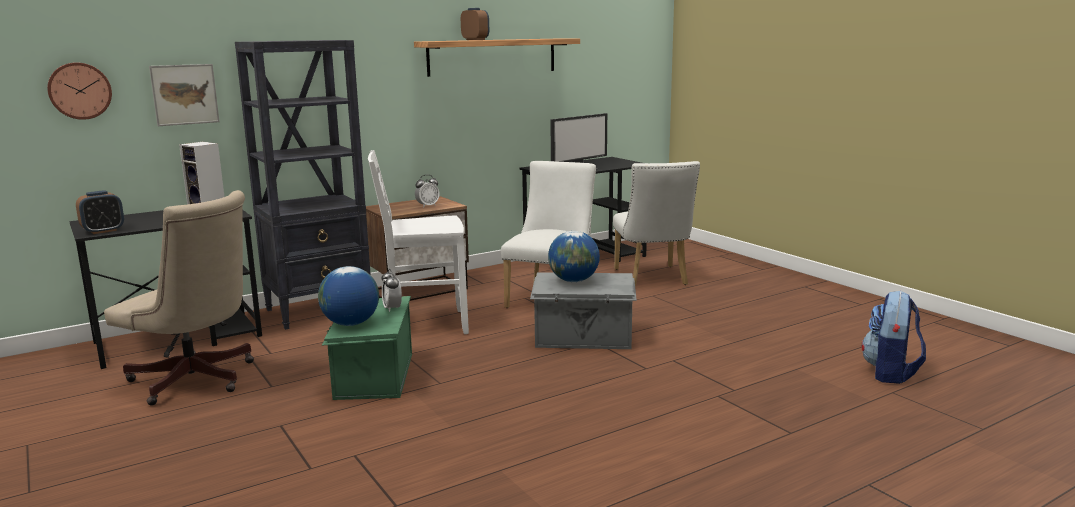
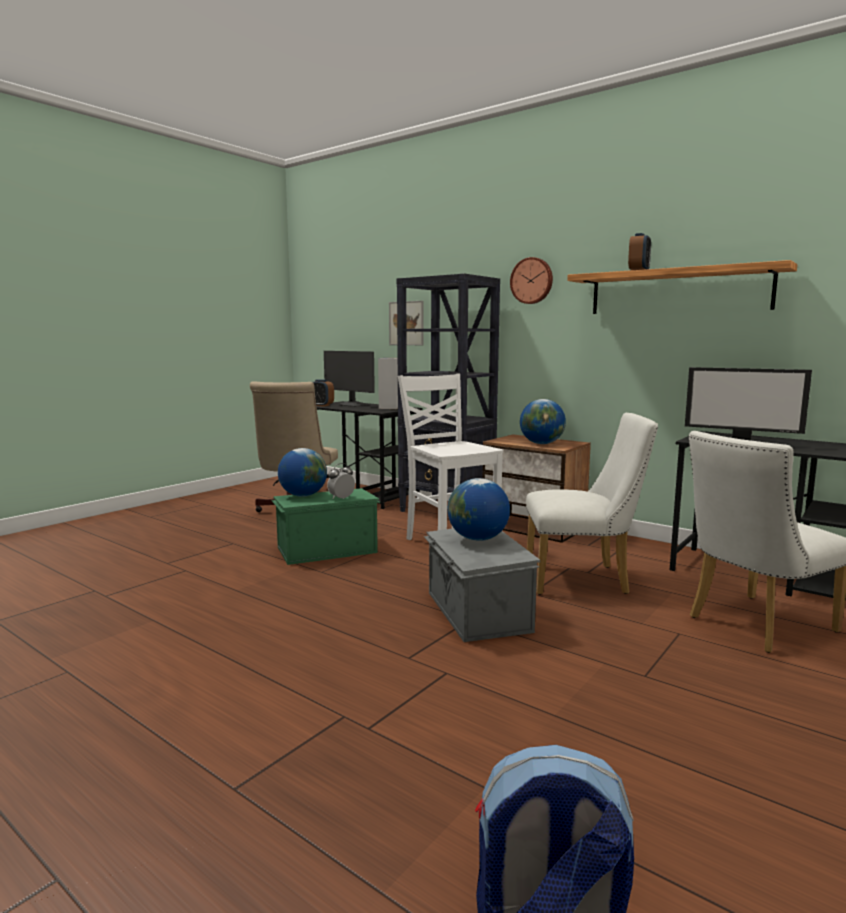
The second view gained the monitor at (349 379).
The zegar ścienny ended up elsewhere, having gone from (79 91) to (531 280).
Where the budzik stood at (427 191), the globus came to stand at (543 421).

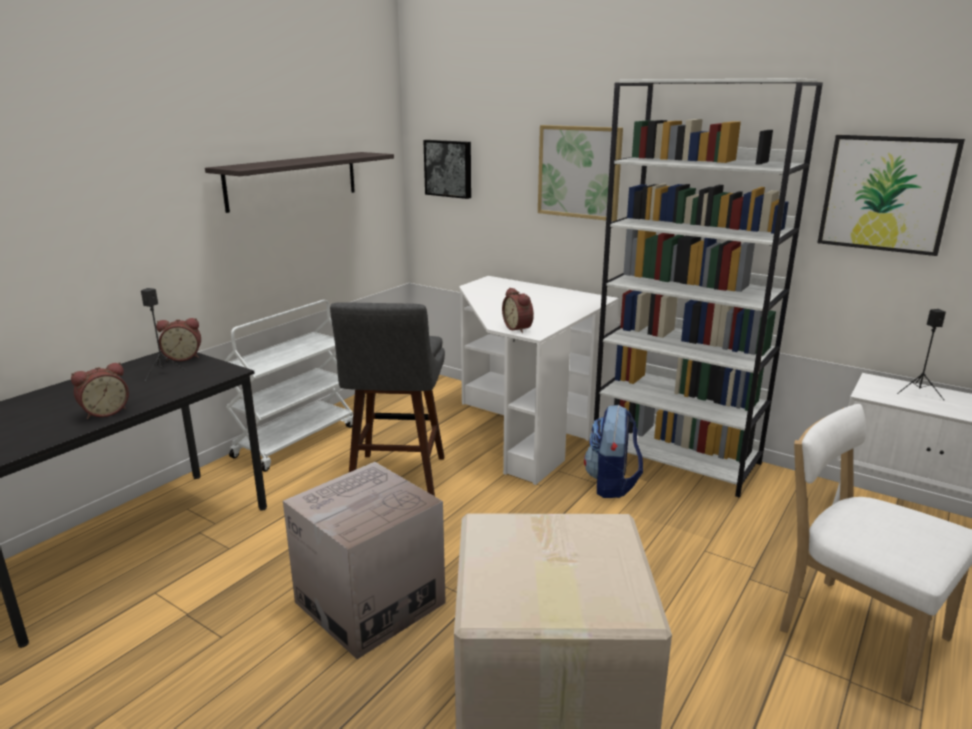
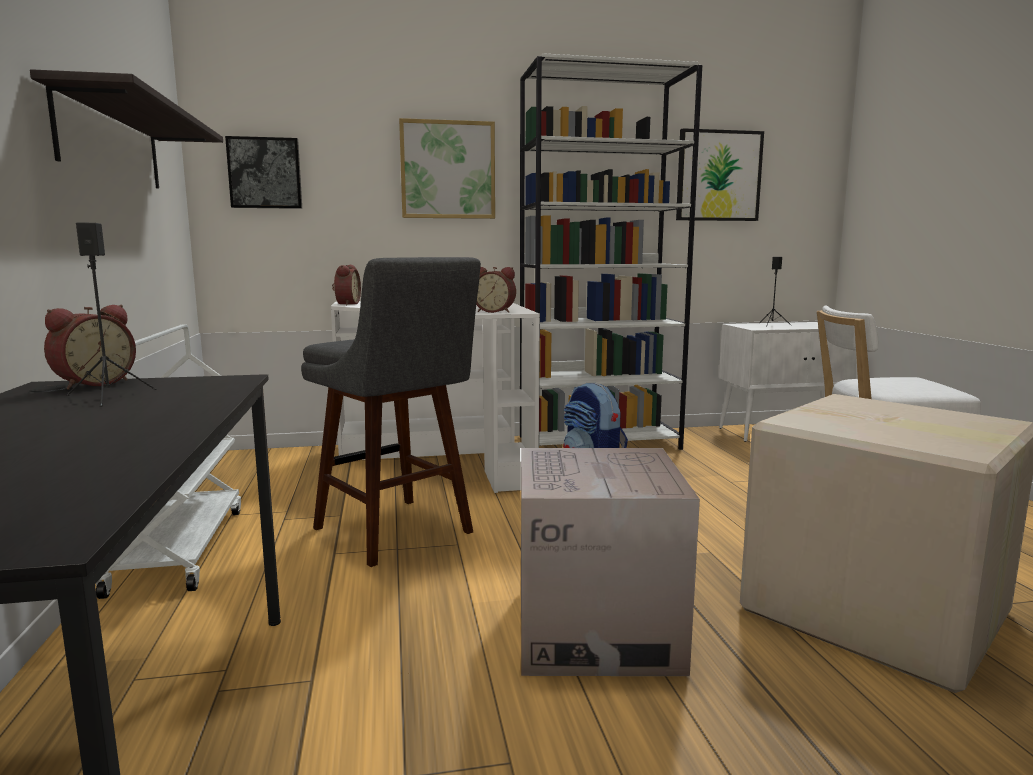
The budzik ended up elsewhere, having gone from (100 390) to (346 285).

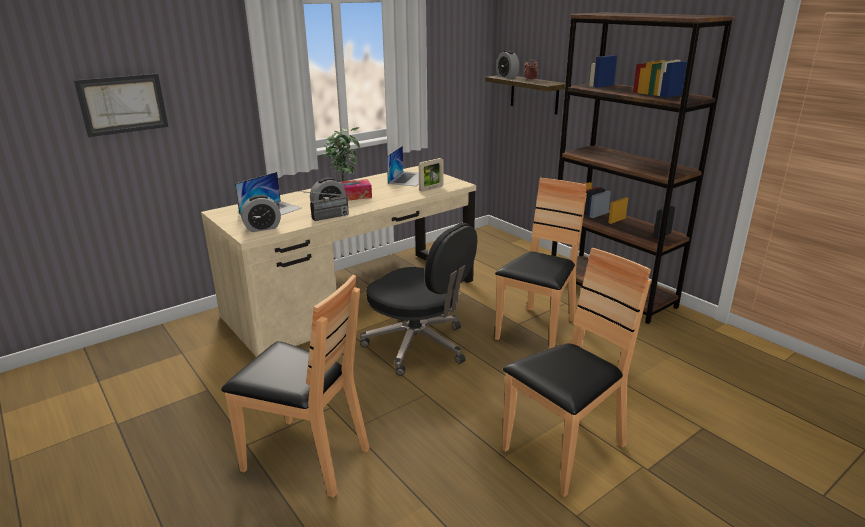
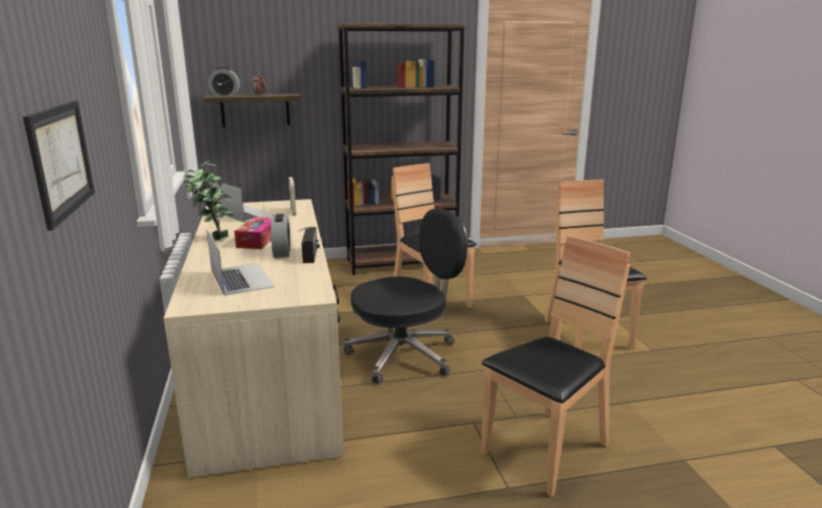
The second view lost the budzik at (261 213).

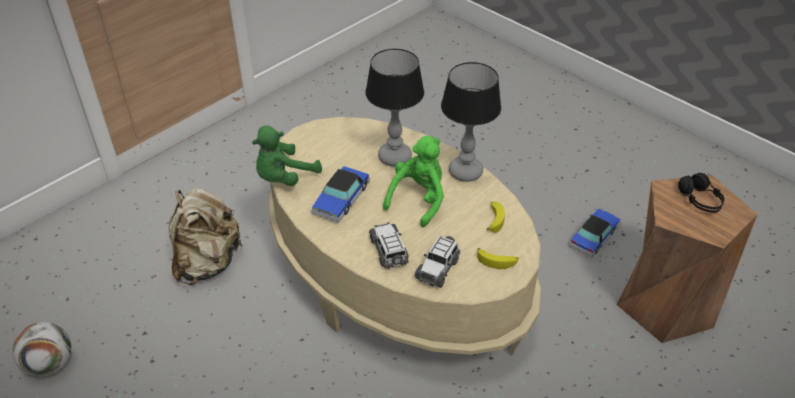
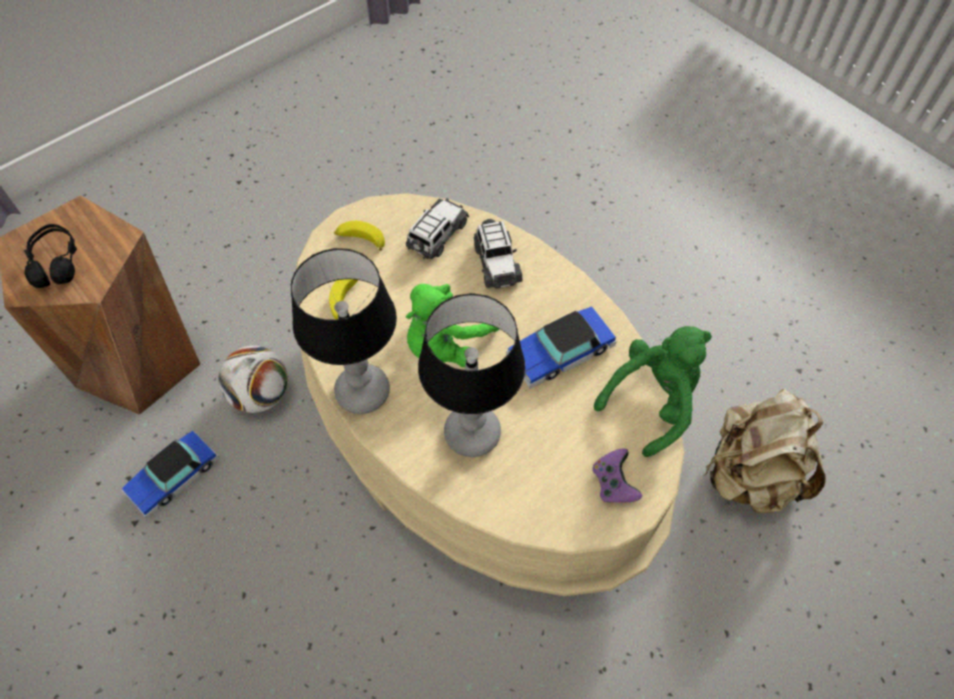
The piłka futbolowa ended up elsewhere, having gone from (41 349) to (253 379).
The samochodzik at (340 194) ended up facing another way, 150 degrees counterclockwise from before.
The second view gained the pad do gier [fioletowy] at (617 475).

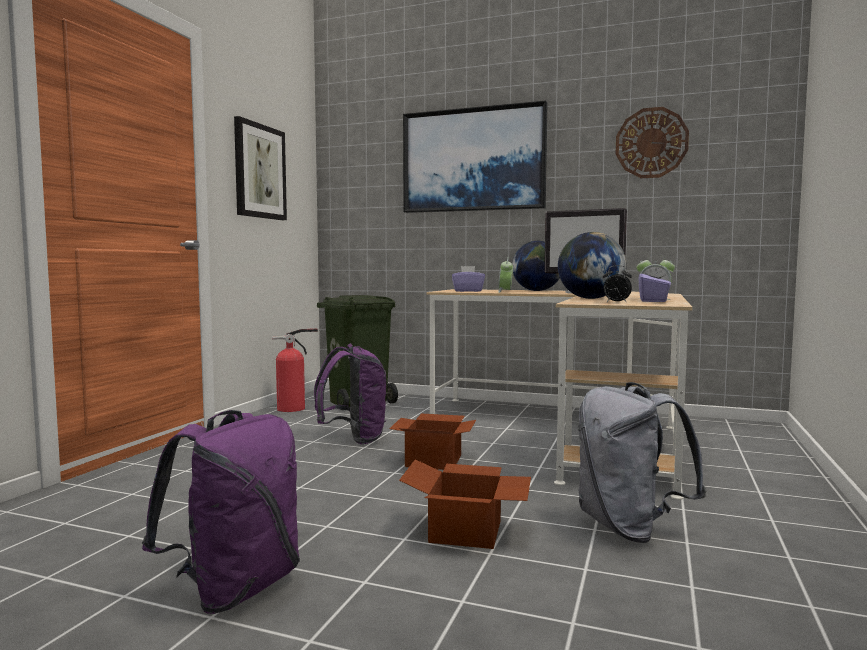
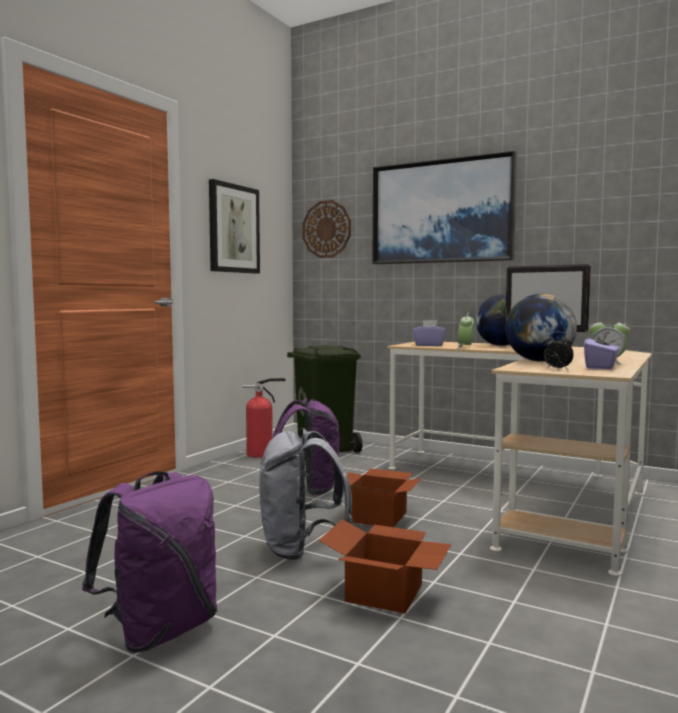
The plecak [szary] ended up elsewhere, having gone from (642 462) to (306 494).
The zegar ścienny ended up elsewhere, having gone from (652 142) to (326 229).

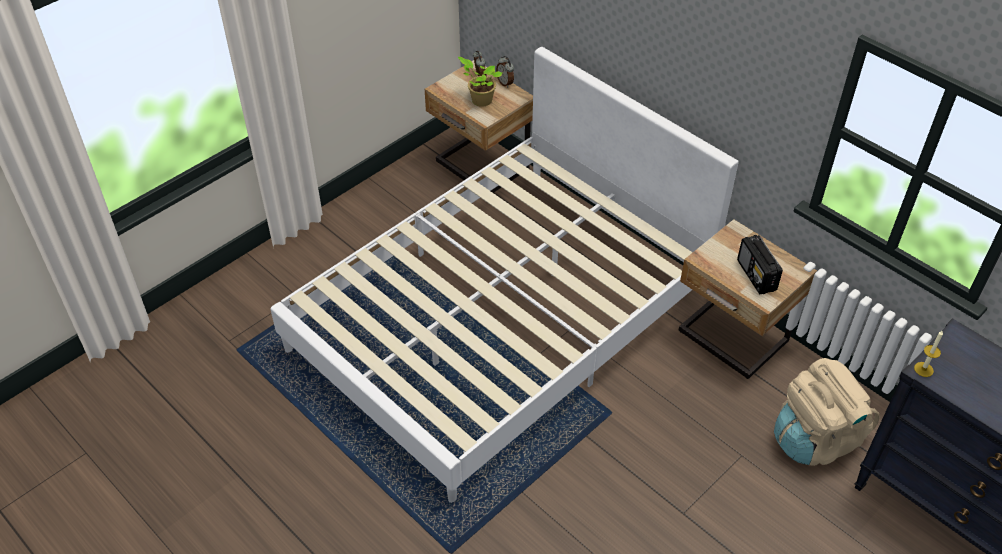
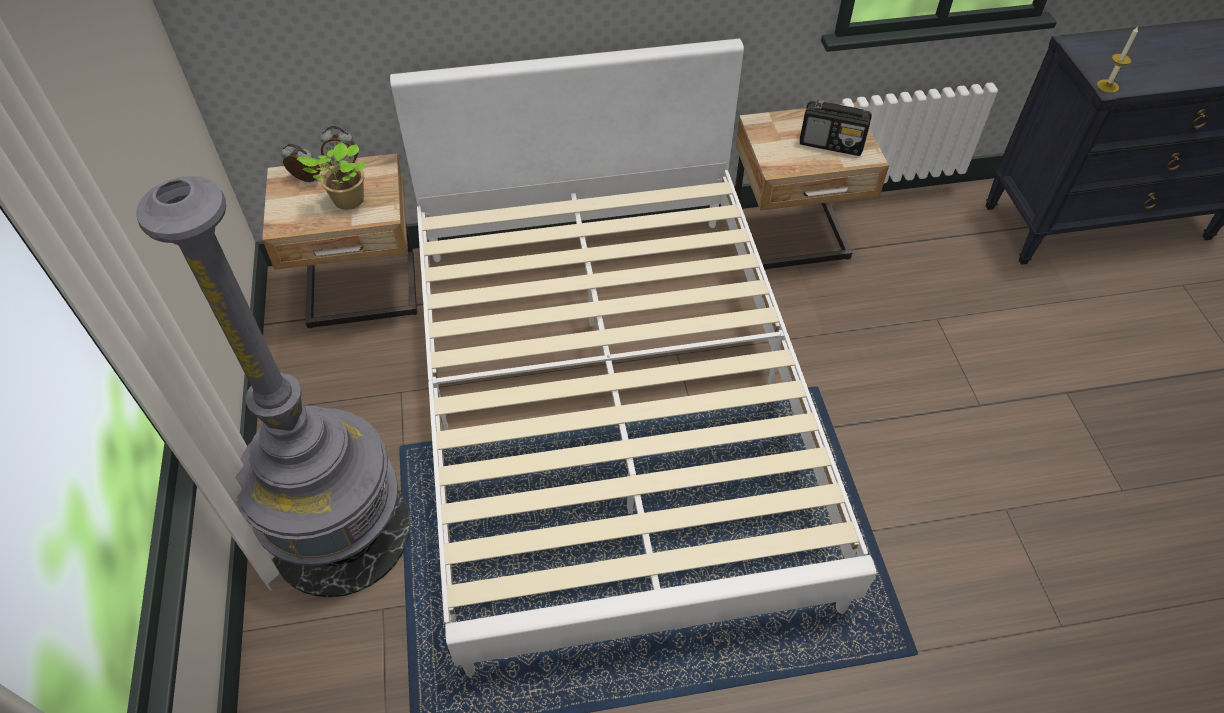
The second view gained the lampa stojąca [szary] at (273 386).
The second view lost the plecak [beżowy] at (827 412).

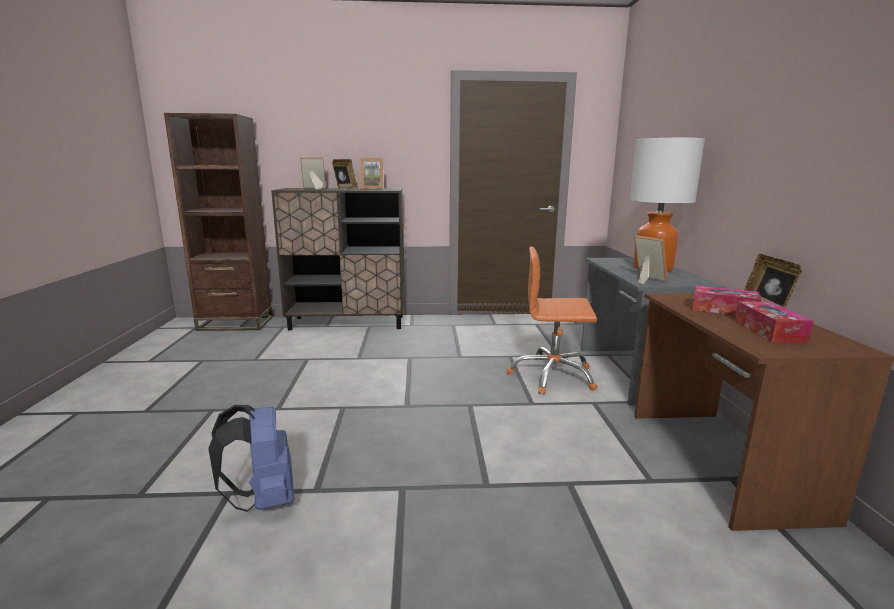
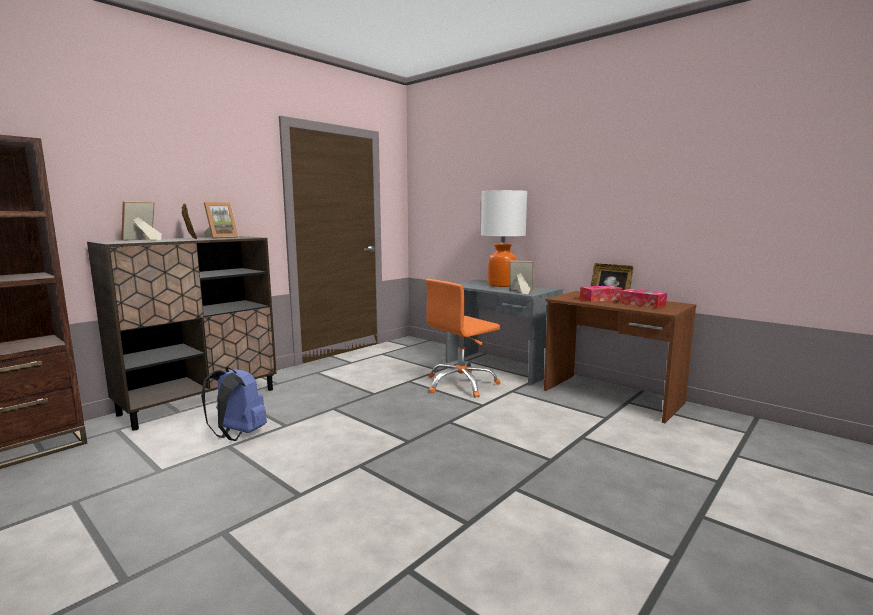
The plecak [niebieski] ended up elsewhere, having gone from (251 458) to (234 404).

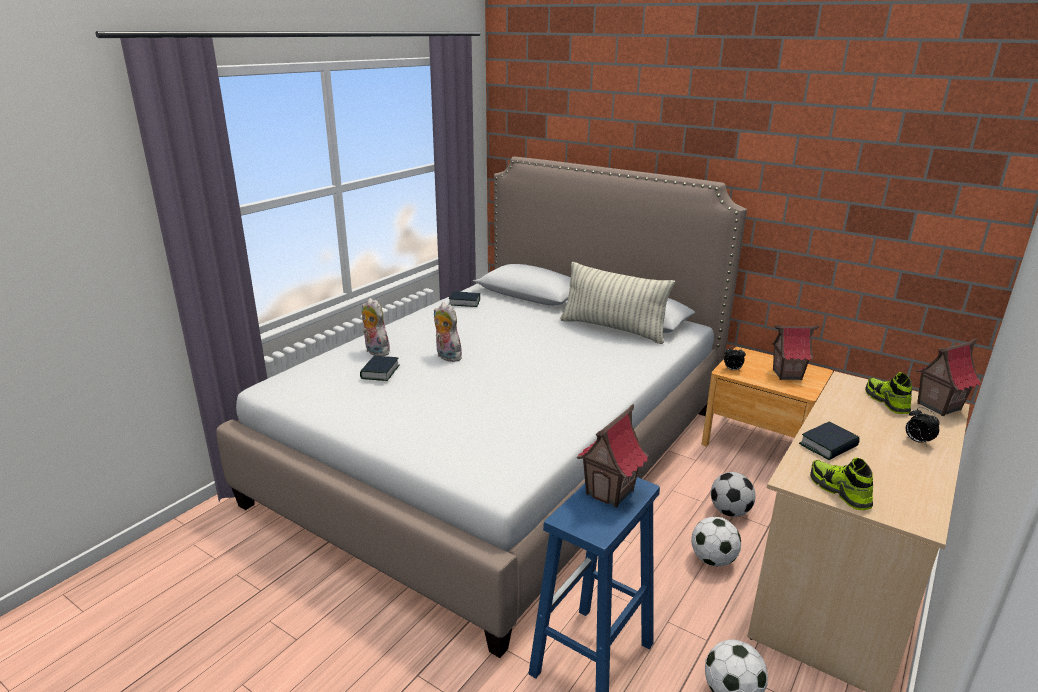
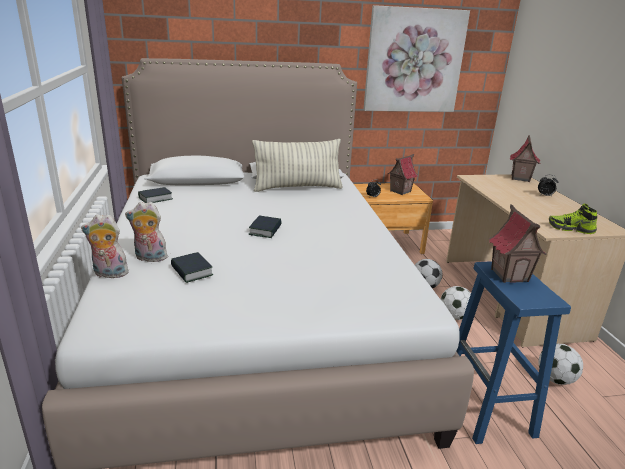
The pluszak ended up elsewhere, having gone from (447 332) to (105 246).
The książka ended up elsewhere, having gone from (829 441) to (265 227).
The second view gained the obraz at (416 58).
The second view lost the but at (888 393).

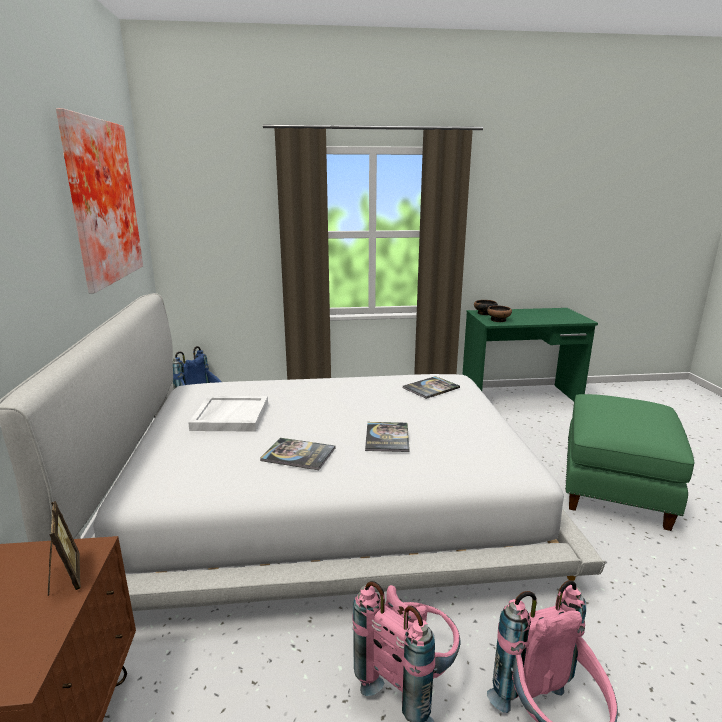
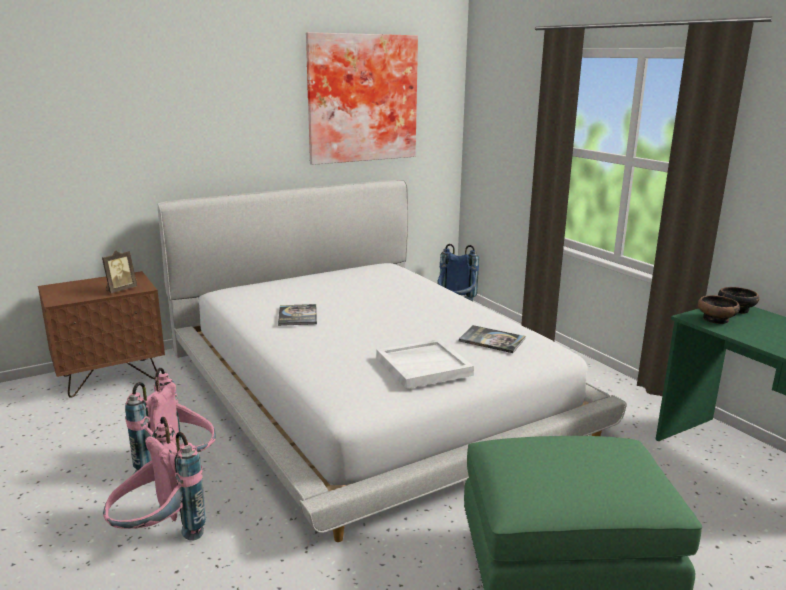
The taca [biały] ended up elsewhere, having gone from (228 414) to (425 364).
The second view lost the książka at (387 437).

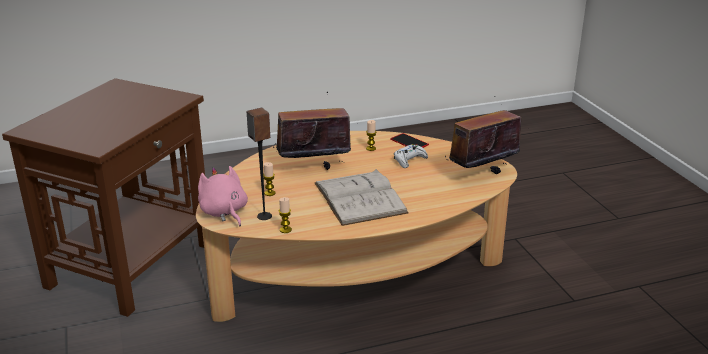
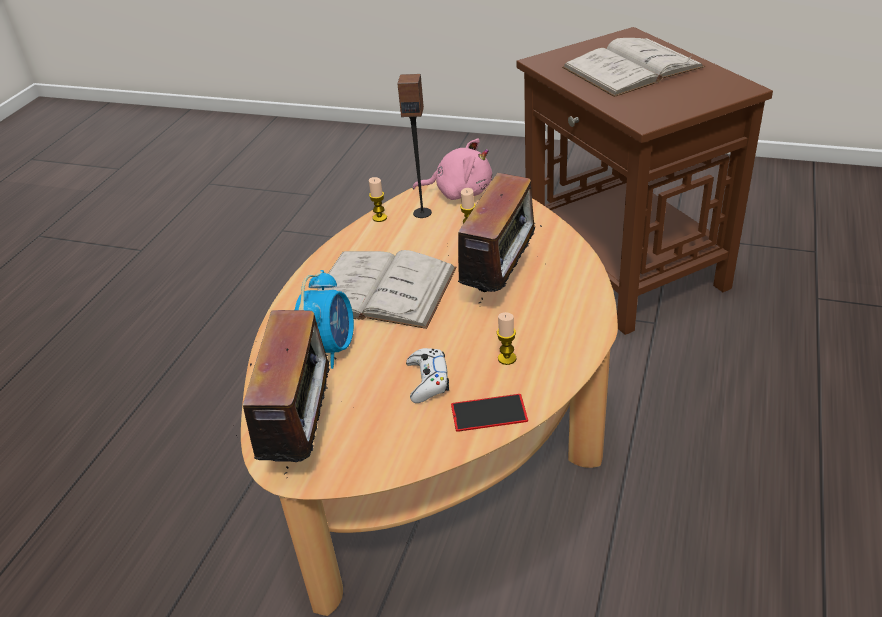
The second view gained the budzik at (324 319).
The second view gained the książka [biały] at (633 67).

